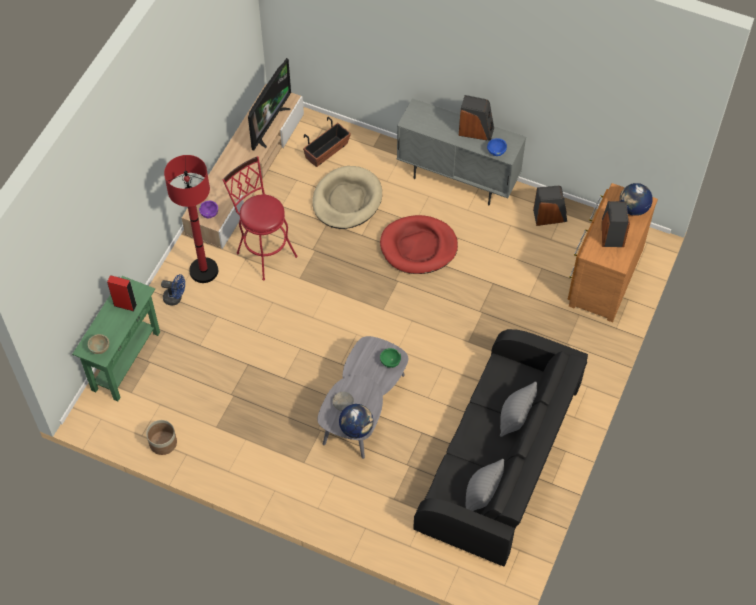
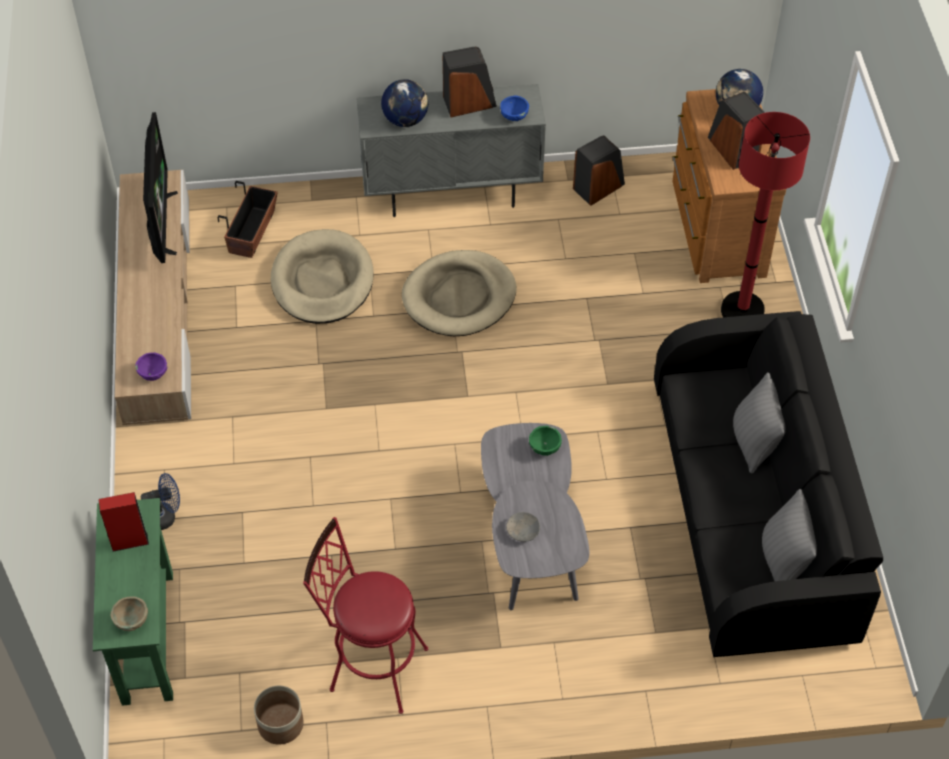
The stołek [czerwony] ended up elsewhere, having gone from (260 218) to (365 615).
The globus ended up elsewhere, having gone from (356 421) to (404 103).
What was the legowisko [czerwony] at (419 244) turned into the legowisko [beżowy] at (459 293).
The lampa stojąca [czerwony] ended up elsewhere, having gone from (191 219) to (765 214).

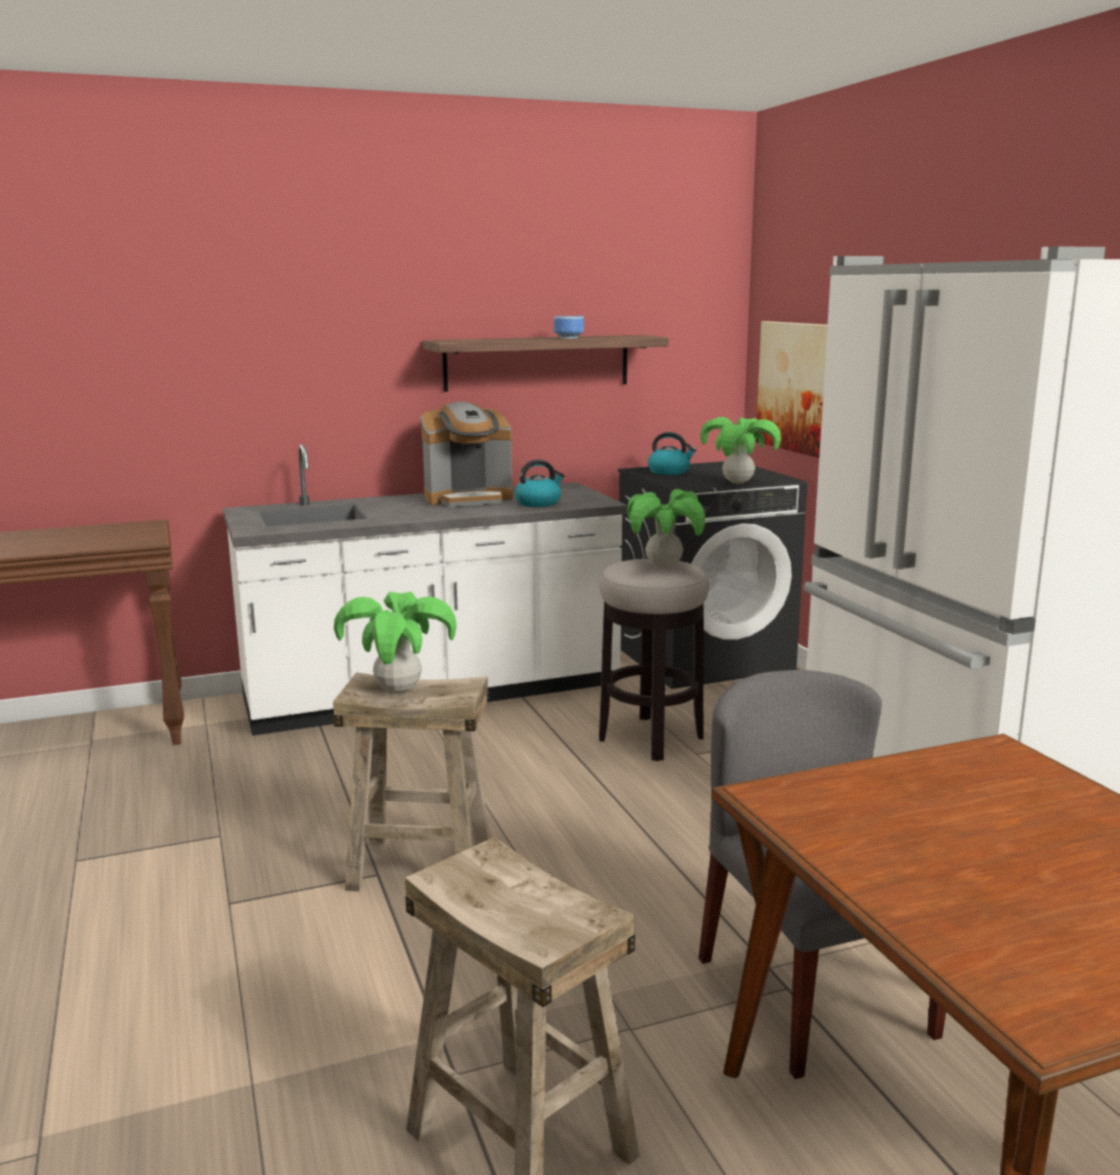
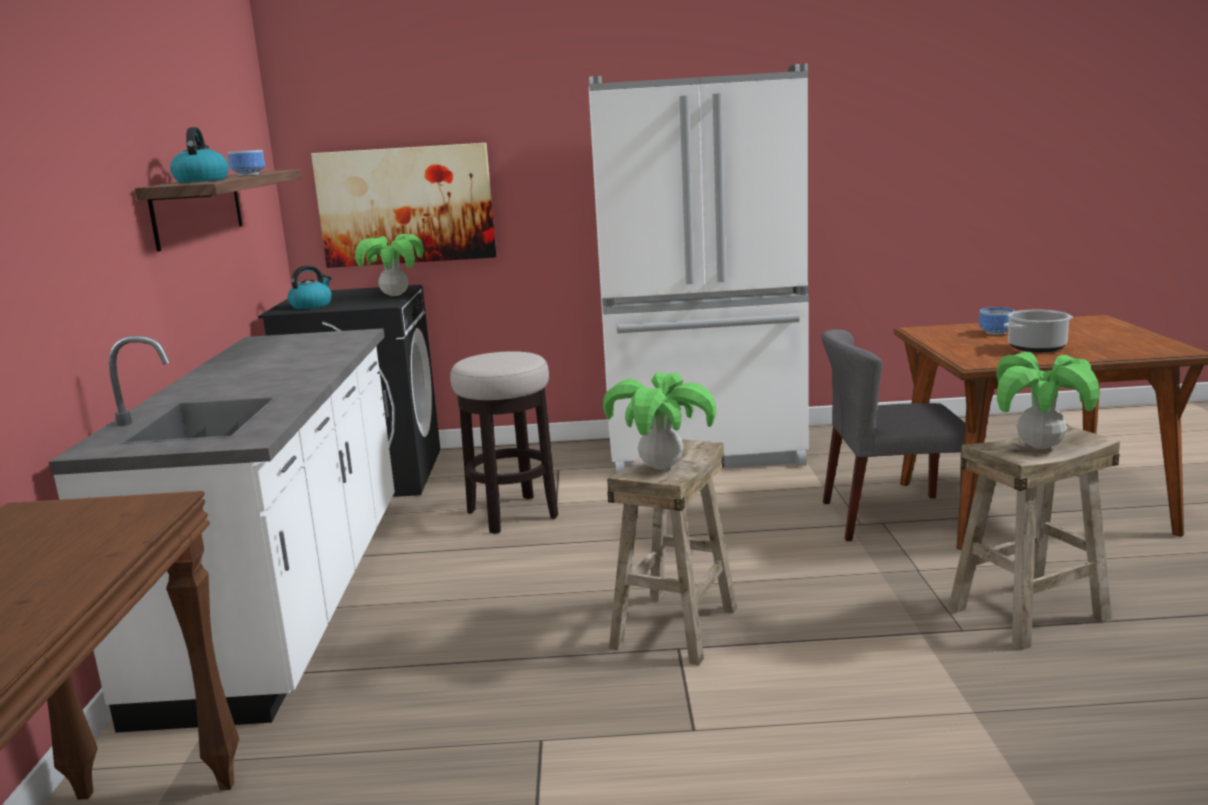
The czajnik ended up elsewhere, having gone from (540 483) to (199 155).
The second view gained the miska at (996 321).
The roślina doniczkowa ended up elsewhere, having gone from (666 528) to (1047 400).
The second view gained the garnek at (1038 331).
The second view lost the ekspres do kawy at (467 454).

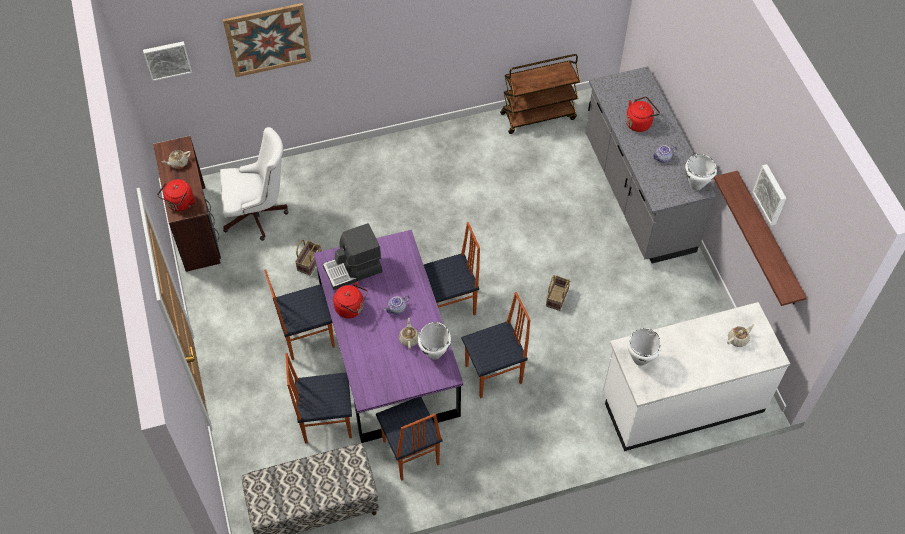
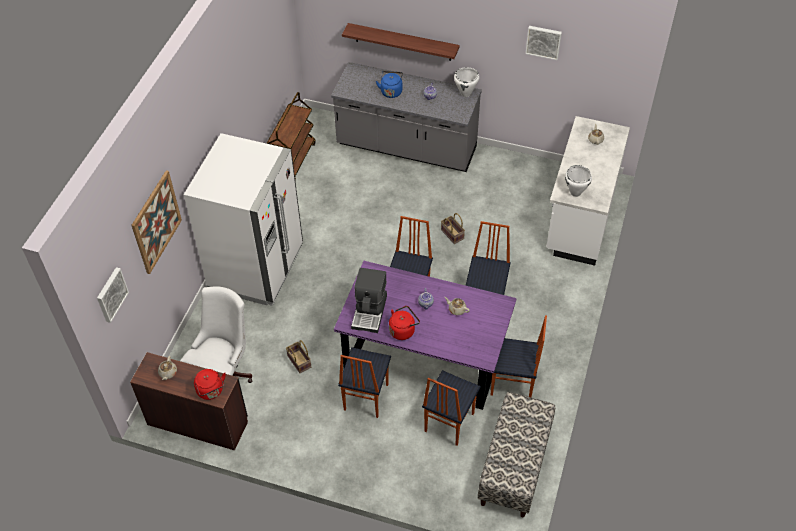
The second view gained the lodówka [biały] at (243 219).
The półka ended up elsewhere, having gone from (760 238) to (401 42).
What was the czajnik [czerwony] at (643 114) turned into the czajnik [niebieski] at (389 84).
The second view lost the garnek [biały] at (434 341).

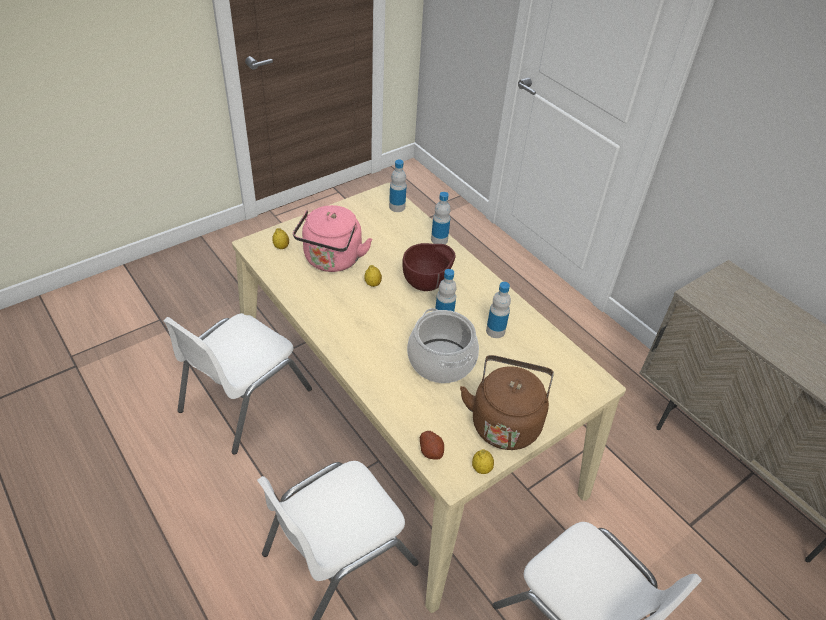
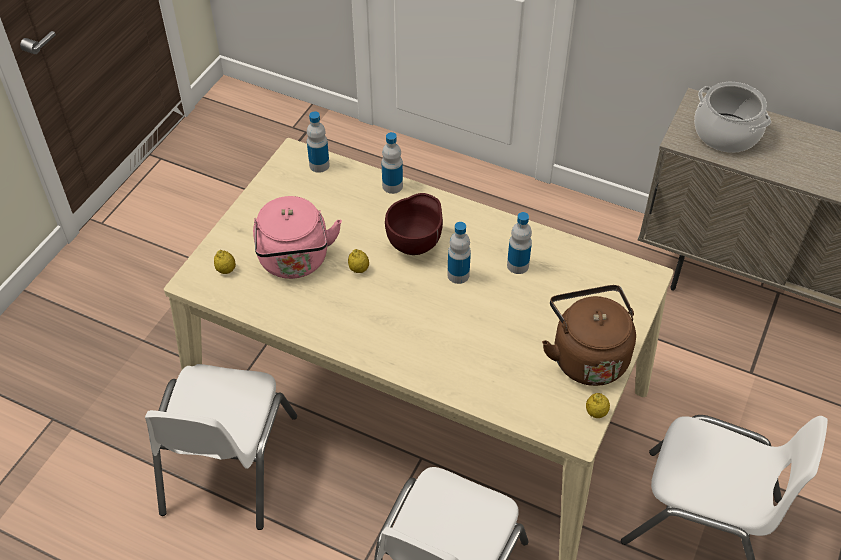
The garnek ended up elsewhere, having gone from (443 345) to (732 117).
The second view lost the ziemniak at (432 445).

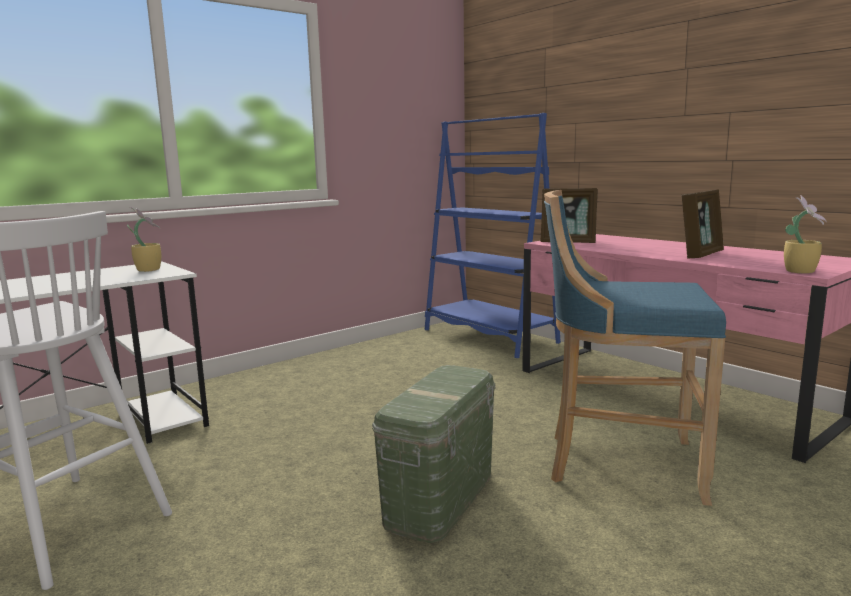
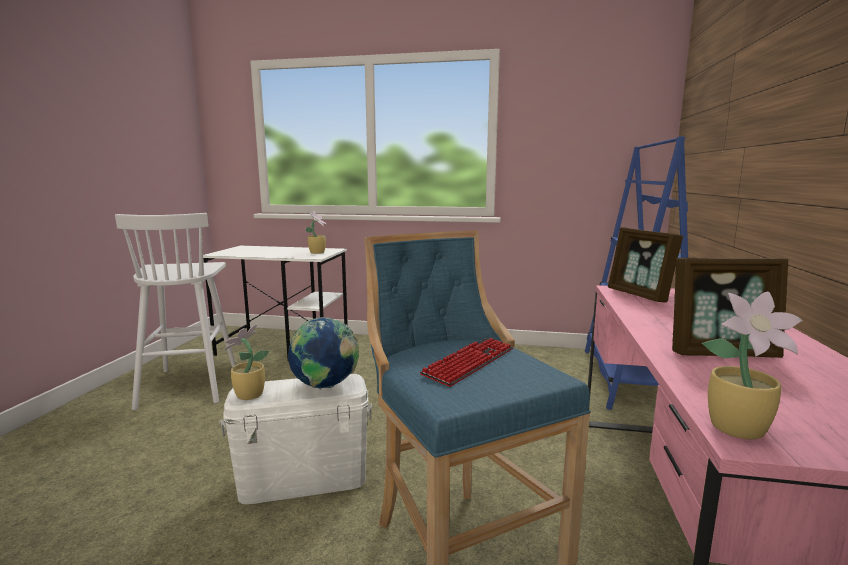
What was the pojemnik do przechowywania [zielony] at (433 454) turned into the pojemnik do przechowywania [biały] at (296 439).
The second view gained the roślina doniczkowa at (246 362).
The second view gained the globus at (323 353).
The second view gained the klawiatura at (466 362).

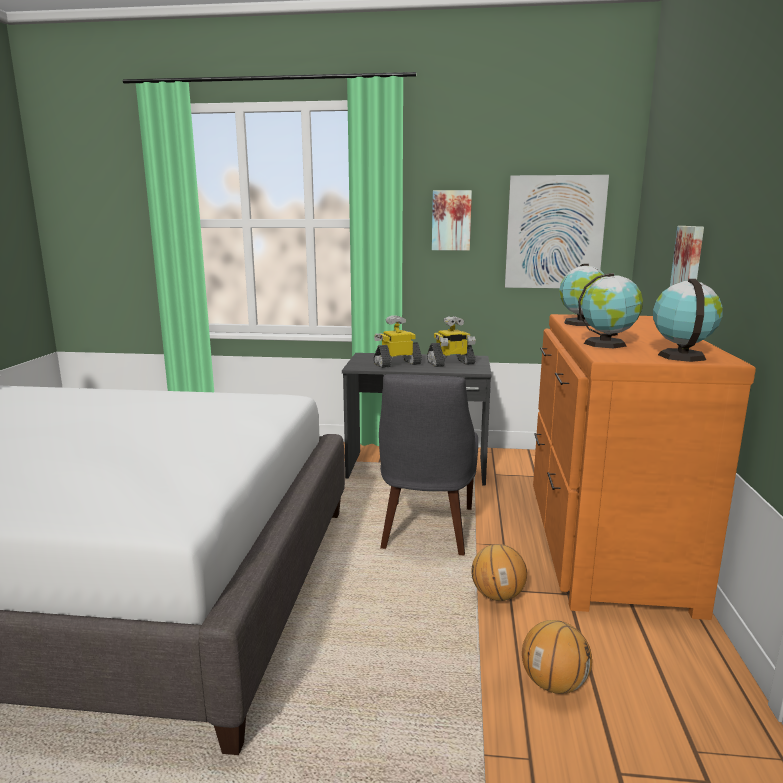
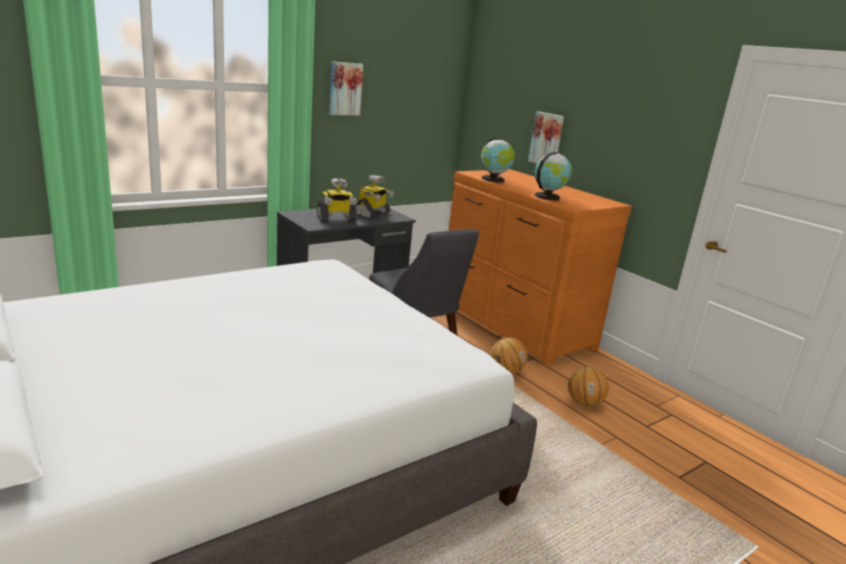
The robot zabawkowy at (397 341) ended up facing another way, 135 degrees counterclockwise from before.
The second view lost the obraz at (557 231).
The second view lost the globus at (688 320).

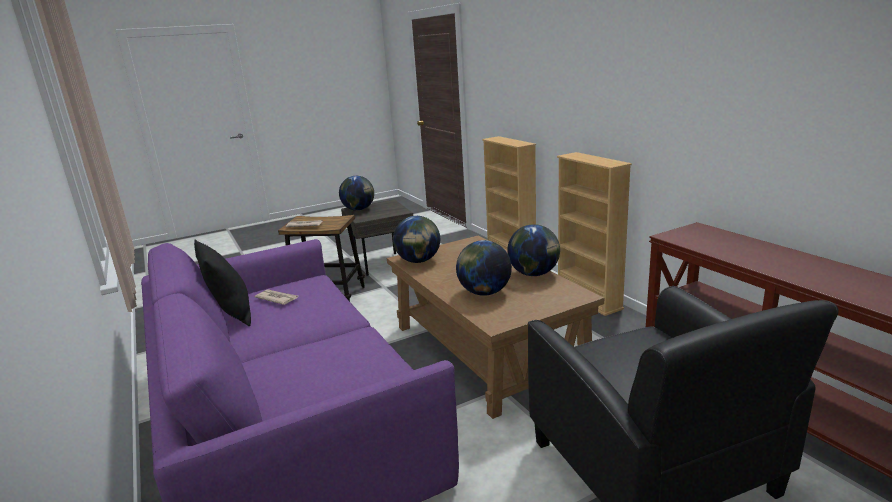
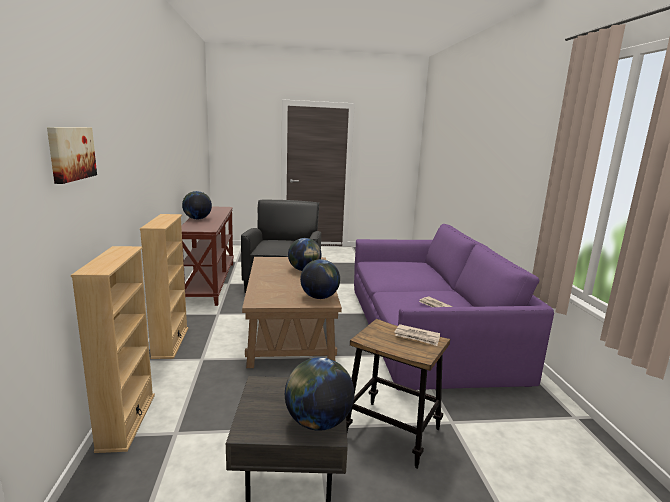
The second view gained the obraz at (72 155).
The globus ended up elsewhere, having gone from (533 250) to (197 205).
The second view lost the poduszka [czarny] at (222 282).

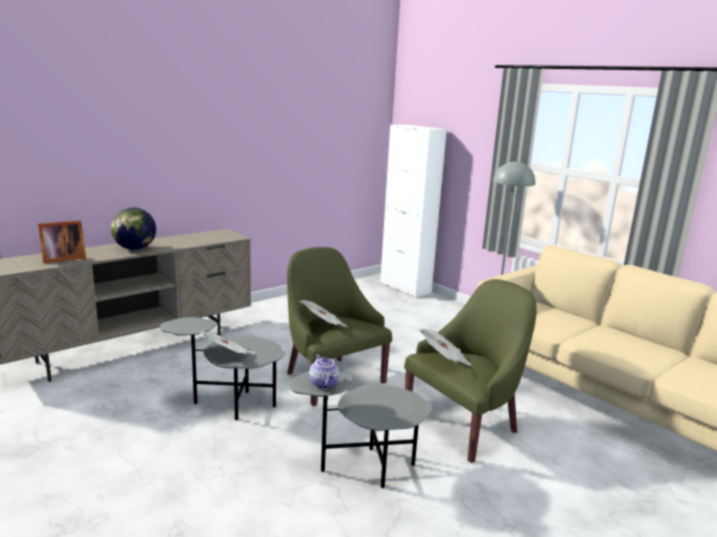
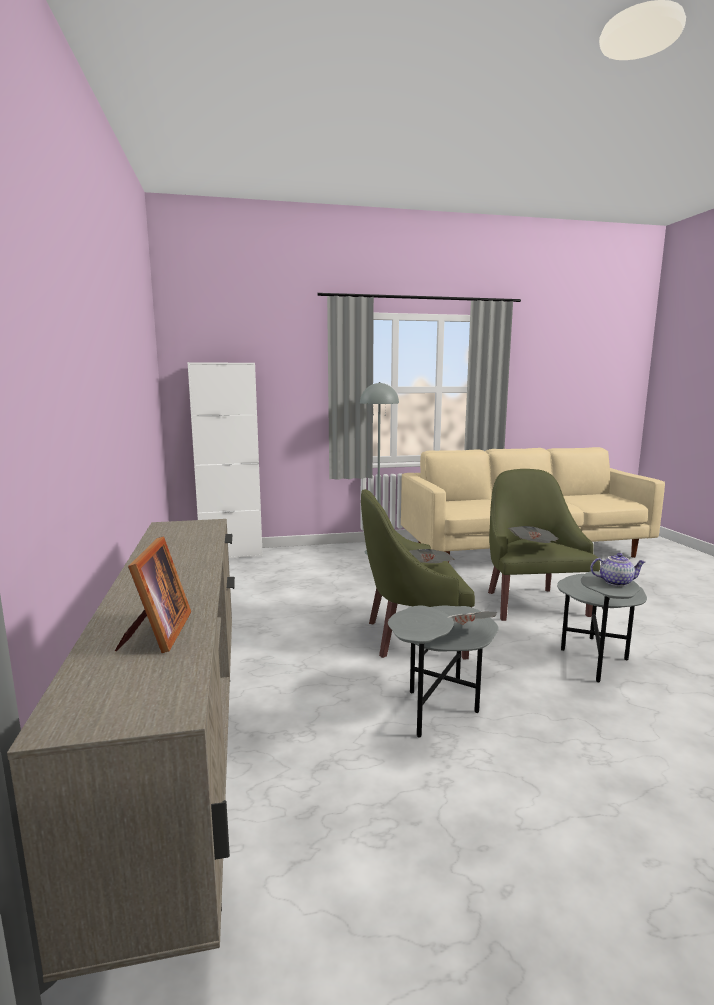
The second view lost the globus at (133 228).

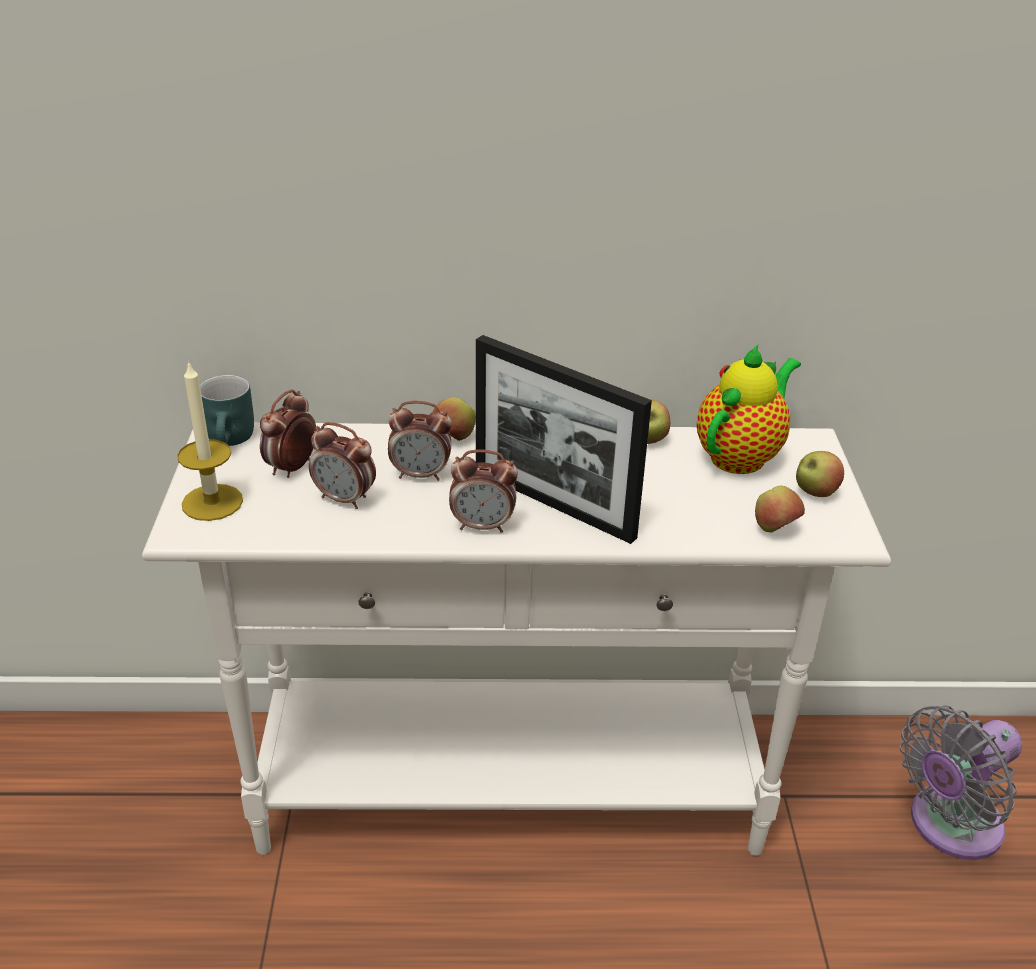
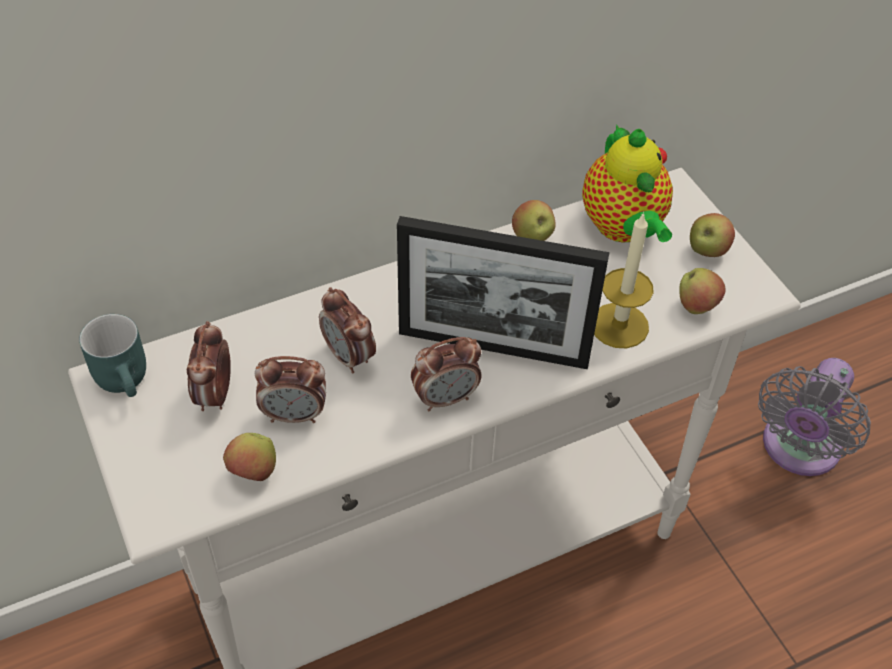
The jabłko ended up elsewhere, having gone from (454 419) to (249 457).
The budzik at (420 441) ended up facing another way, 75 degrees clockwise from before.
The imbryk at (749 409) ended up facing another way, 150 degrees clockwise from before.
The świeca ended up elsewhere, having gone from (210 440) to (624 280).

